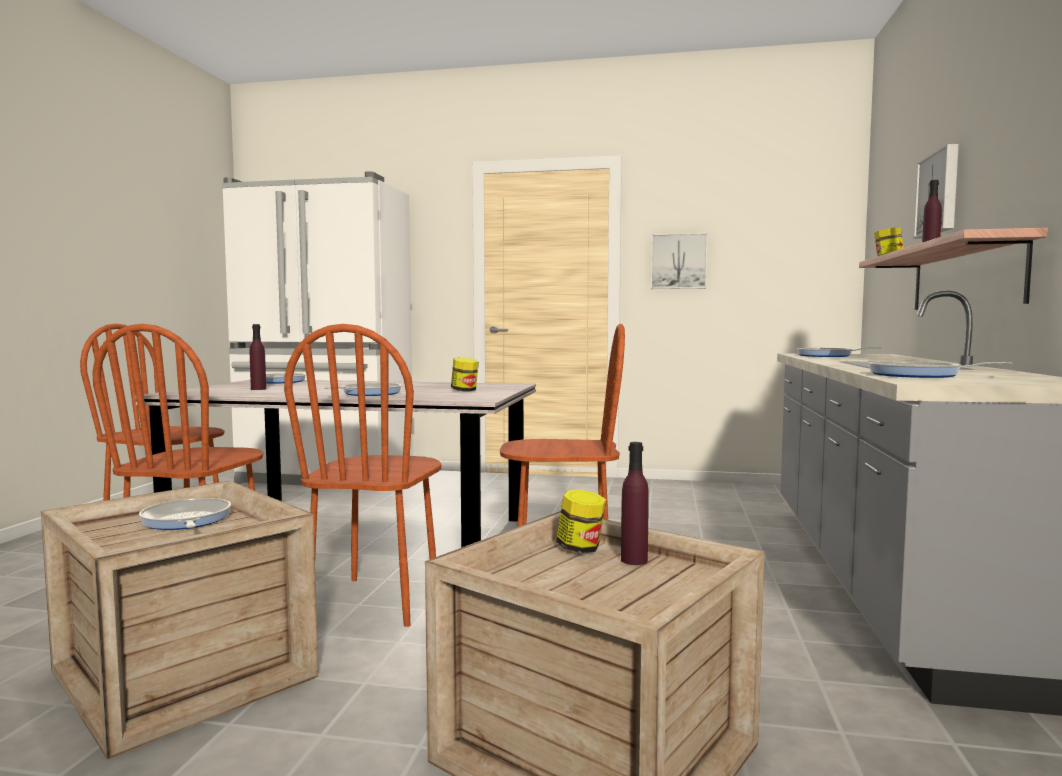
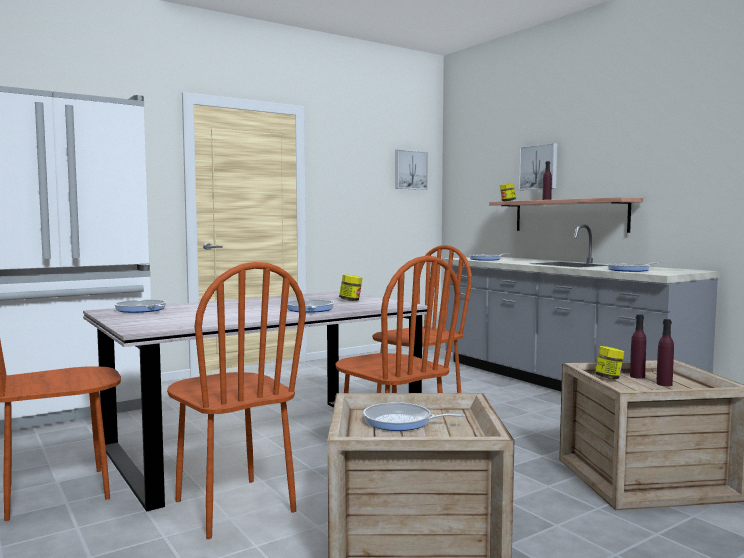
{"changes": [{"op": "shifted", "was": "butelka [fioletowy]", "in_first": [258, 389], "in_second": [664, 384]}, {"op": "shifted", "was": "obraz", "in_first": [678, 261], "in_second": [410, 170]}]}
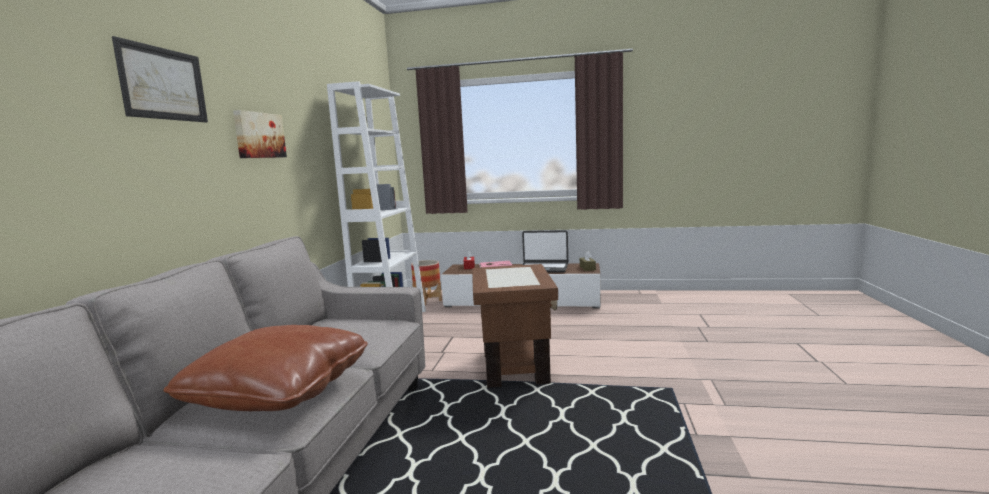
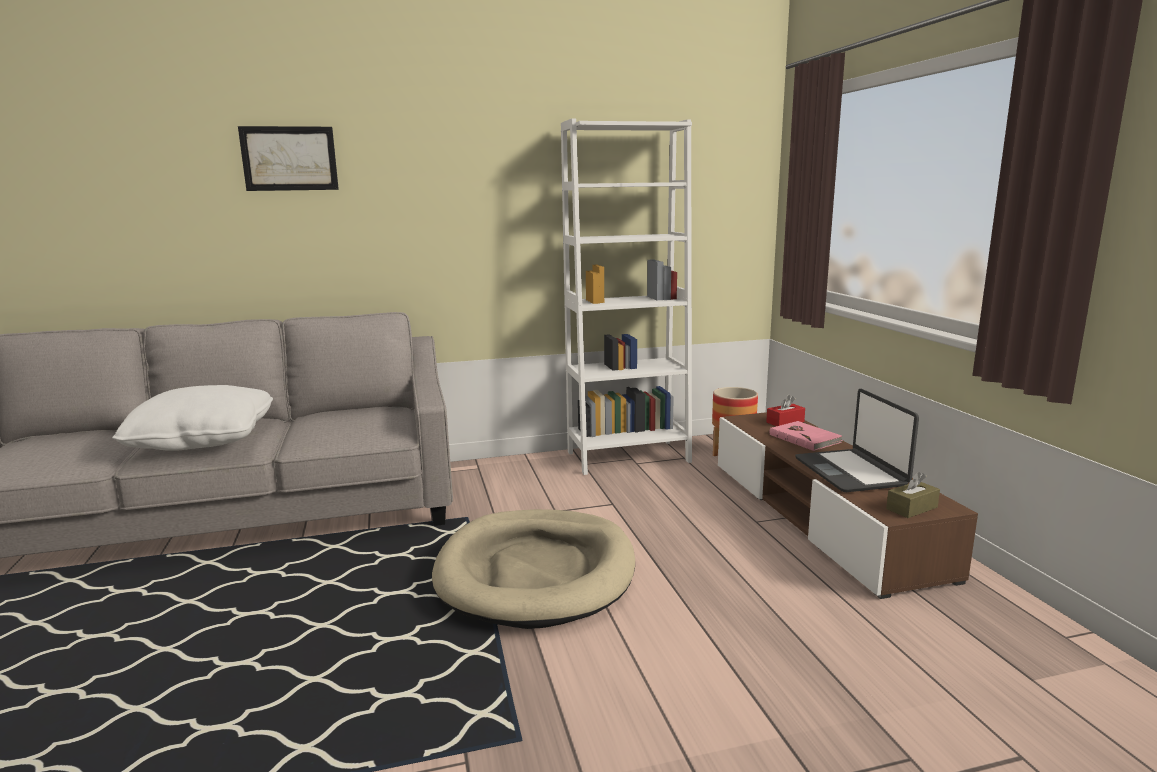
{"changes": [{"op": "repainted", "was": "poduszka [brązowy]", "now": "poduszka [biały]", "in_first": [279, 391], "in_second": [203, 440]}, {"op": "gone", "was": "obraz", "in_first": [259, 135]}, {"op": "swapped", "was": "stolik [brązowy]", "now": "legowisko [beżowy]", "in_first": [516, 366], "in_second": [536, 572]}]}
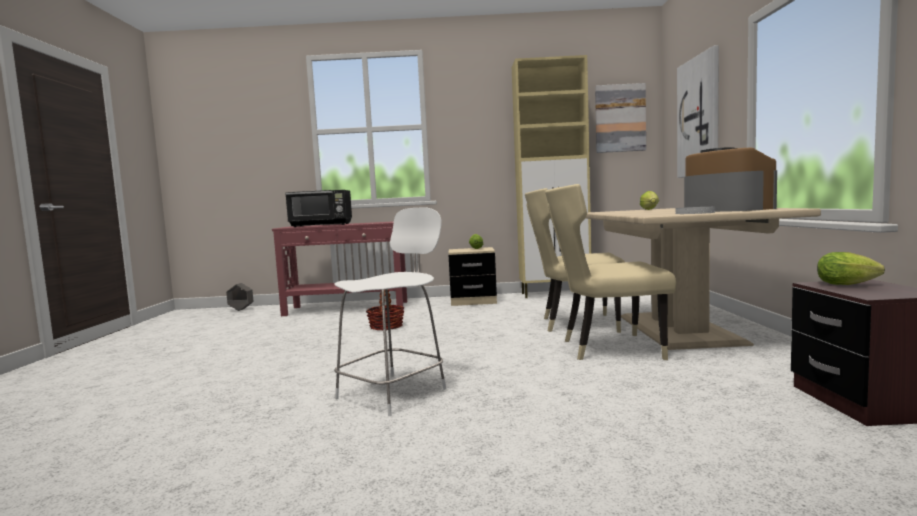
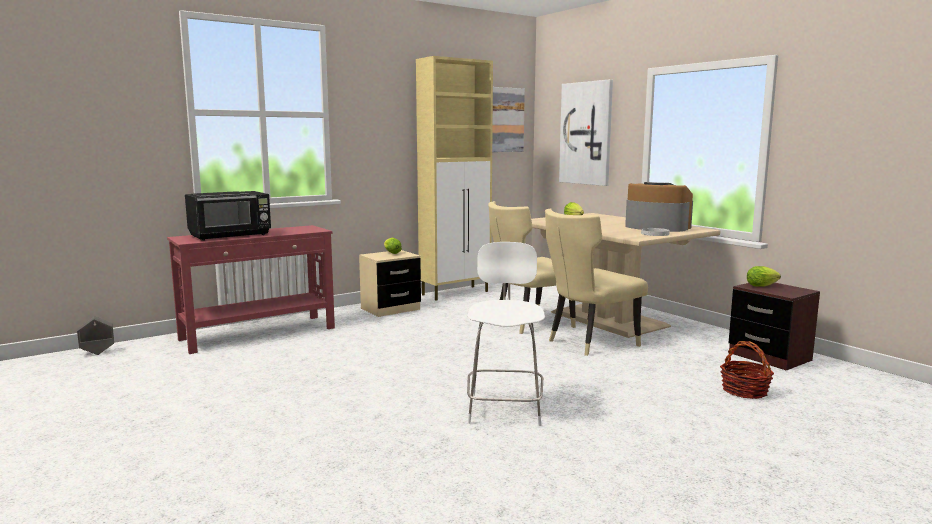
{"changes": [{"op": "shifted", "was": "koszyk", "in_first": [386, 326], "in_second": [744, 391]}]}
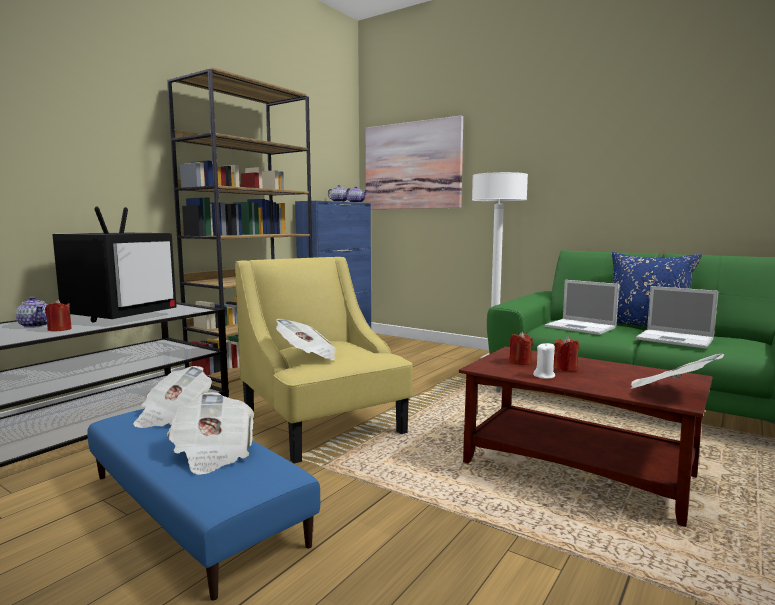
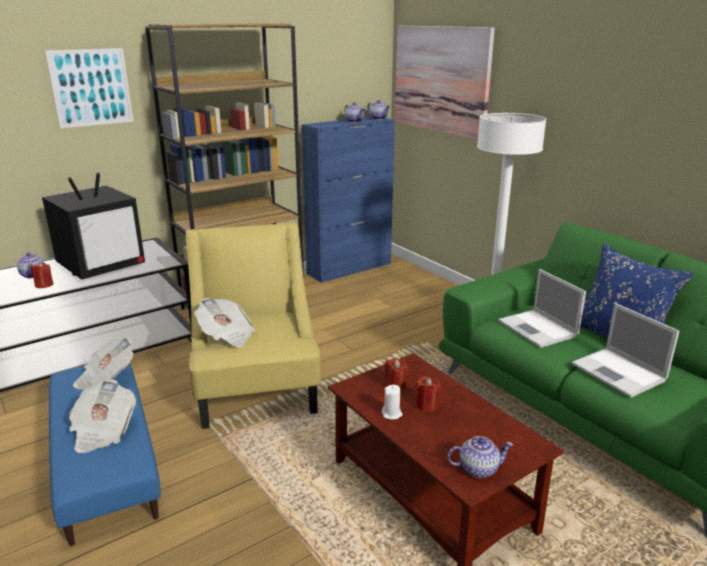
{"changes": [{"op": "swapped", "was": "gazeta", "now": "imbryk", "in_first": [669, 393], "in_second": [477, 469]}, {"op": "new", "now": "obraz", "in_second": [91, 87]}]}
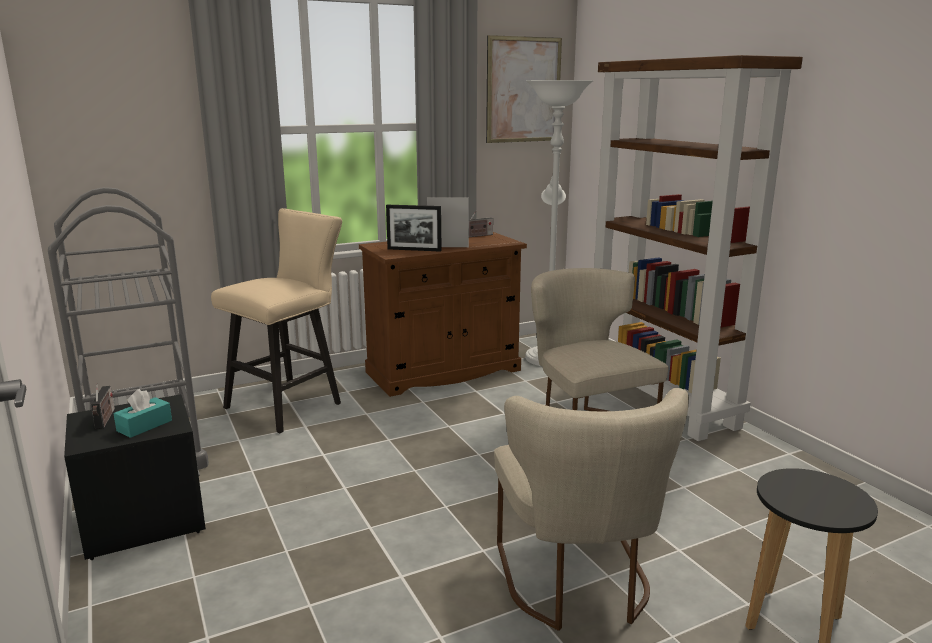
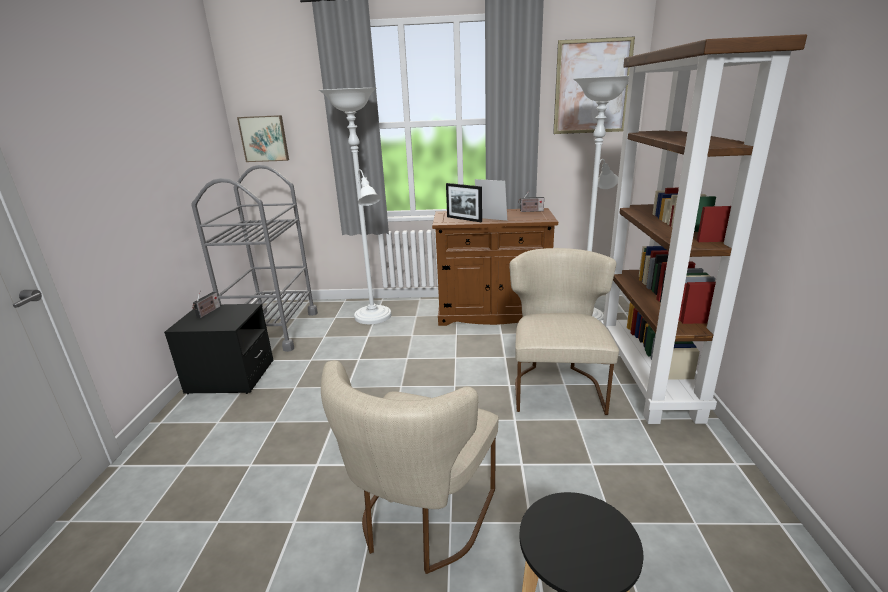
{"changes": [{"op": "gone", "was": "pudełko chusteczek [turkusowy]", "in_first": [144, 426]}, {"op": "swapped", "was": "stołek [beżowy]", "now": "lampa stojąca [biały]", "in_first": [290, 404], "in_second": [374, 318]}, {"op": "new", "now": "obraz", "in_second": [264, 138]}]}
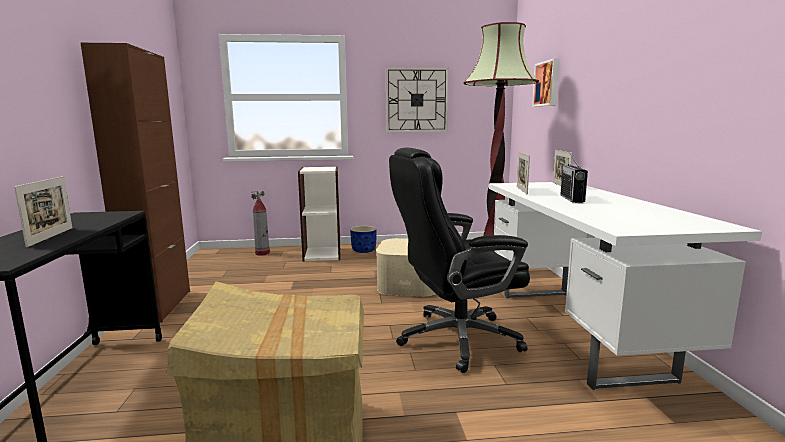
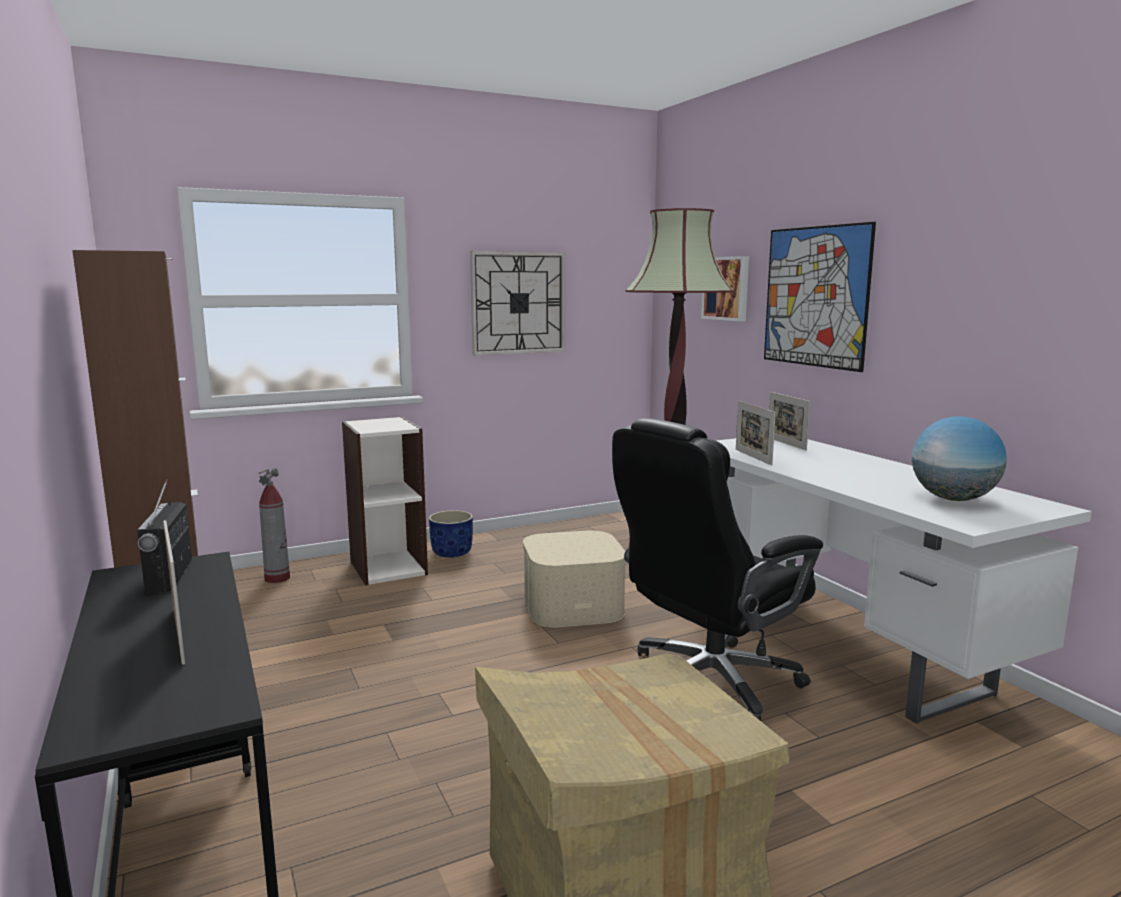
{"changes": [{"op": "shifted", "was": "radio", "in_first": [572, 199], "in_second": [169, 576]}, {"op": "new", "now": "obraz", "in_second": [815, 297]}, {"op": "new", "now": "globus", "in_second": [953, 499]}]}
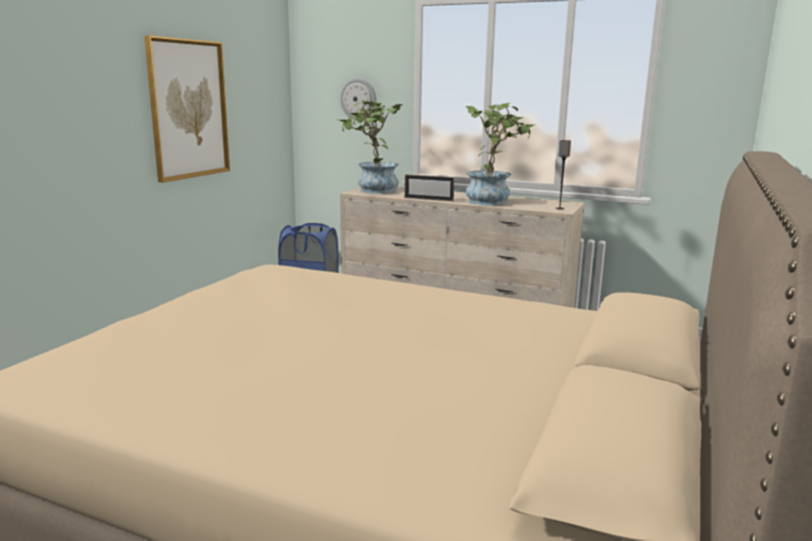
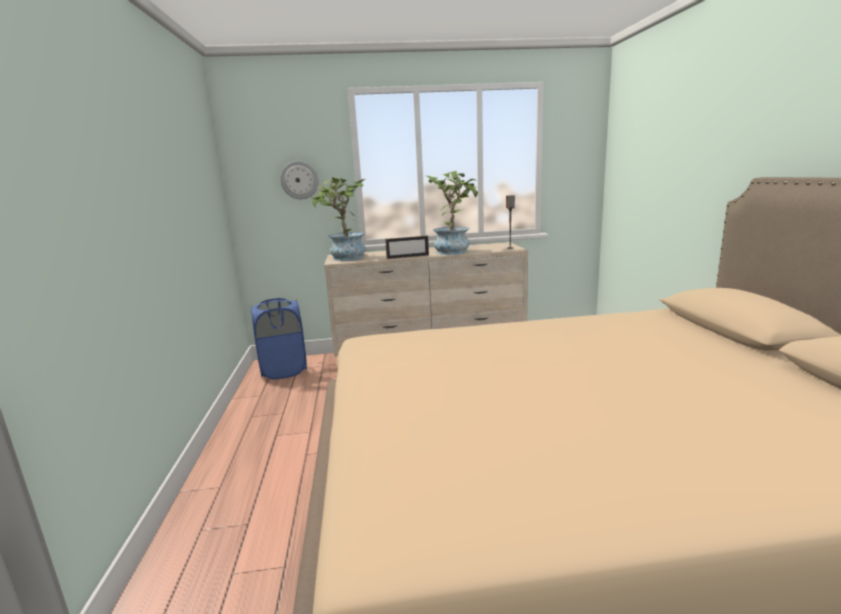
{"changes": [{"op": "gone", "was": "obraz", "in_first": [188, 109]}]}
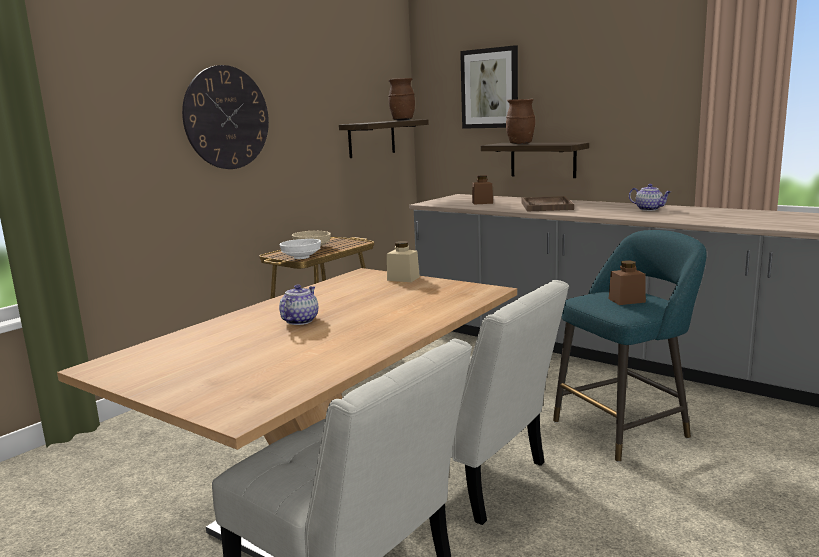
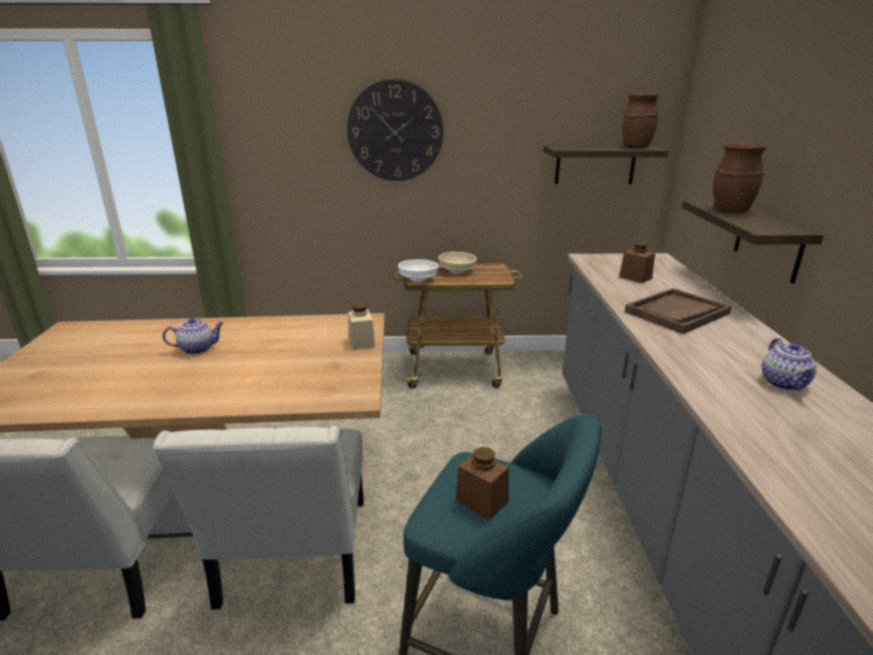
{"changes": [{"op": "gone", "was": "obraz", "in_first": [490, 88]}]}
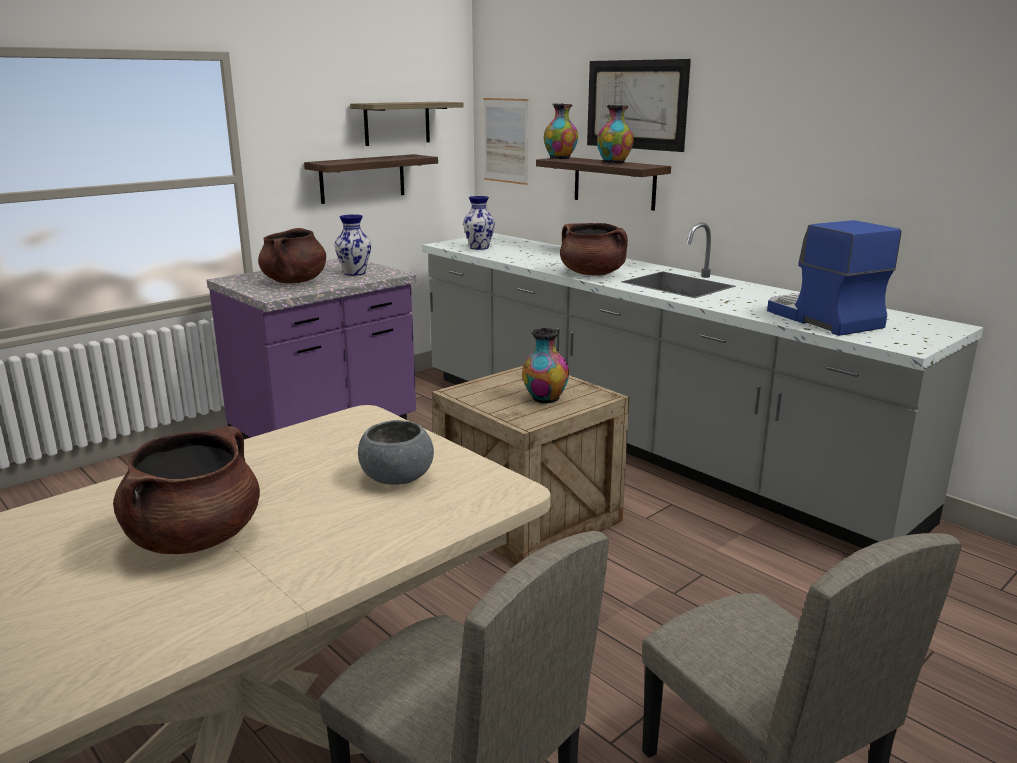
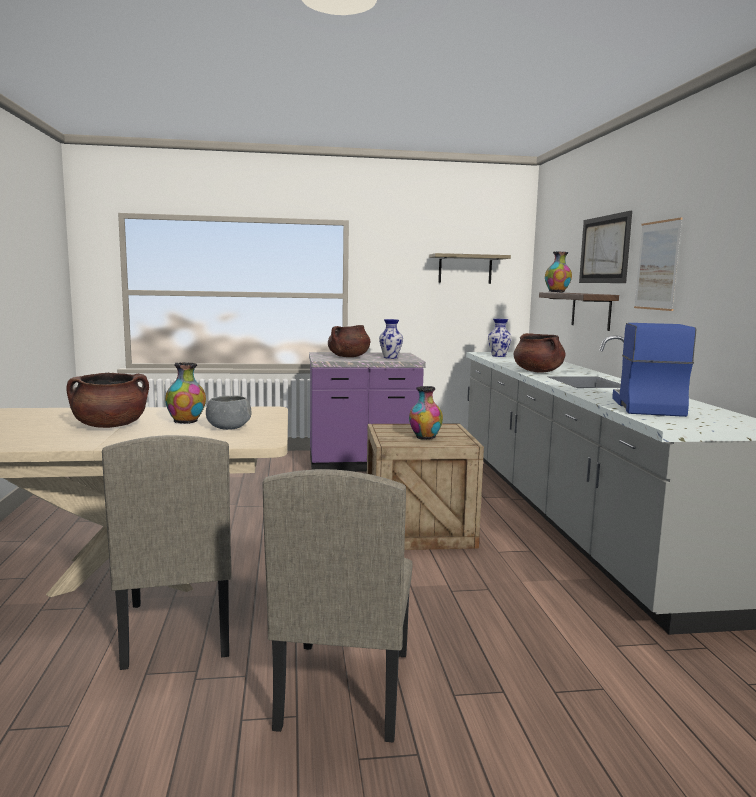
{"changes": [{"op": "gone", "was": "półka", "in_first": [362, 178]}, {"op": "shifted", "was": "obraz", "in_first": [505, 140], "in_second": [657, 265]}, {"op": "shifted", "was": "wazon", "in_first": [614, 163], "in_second": [186, 422]}]}
